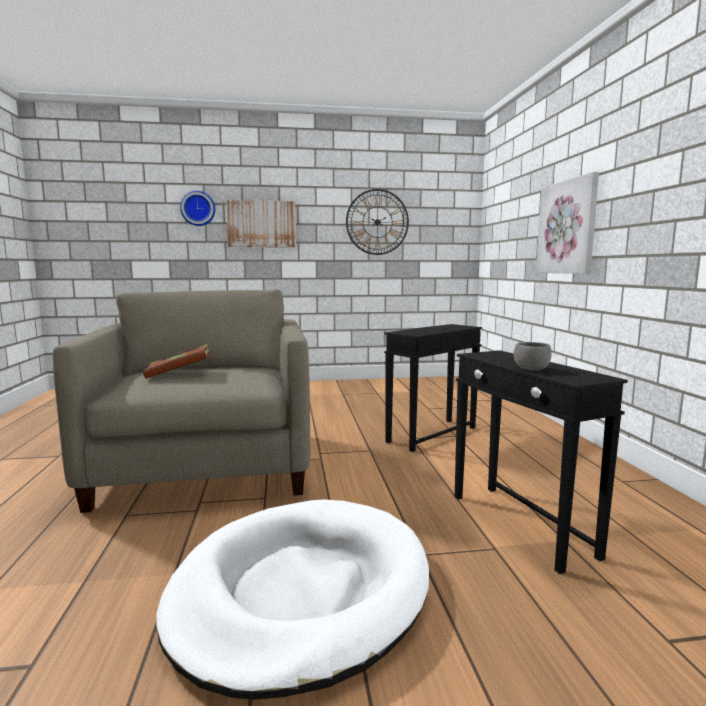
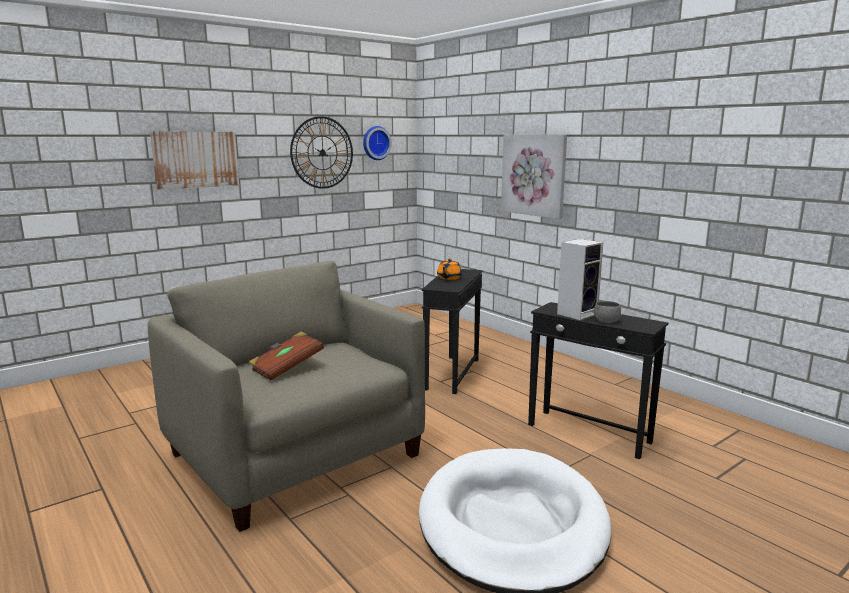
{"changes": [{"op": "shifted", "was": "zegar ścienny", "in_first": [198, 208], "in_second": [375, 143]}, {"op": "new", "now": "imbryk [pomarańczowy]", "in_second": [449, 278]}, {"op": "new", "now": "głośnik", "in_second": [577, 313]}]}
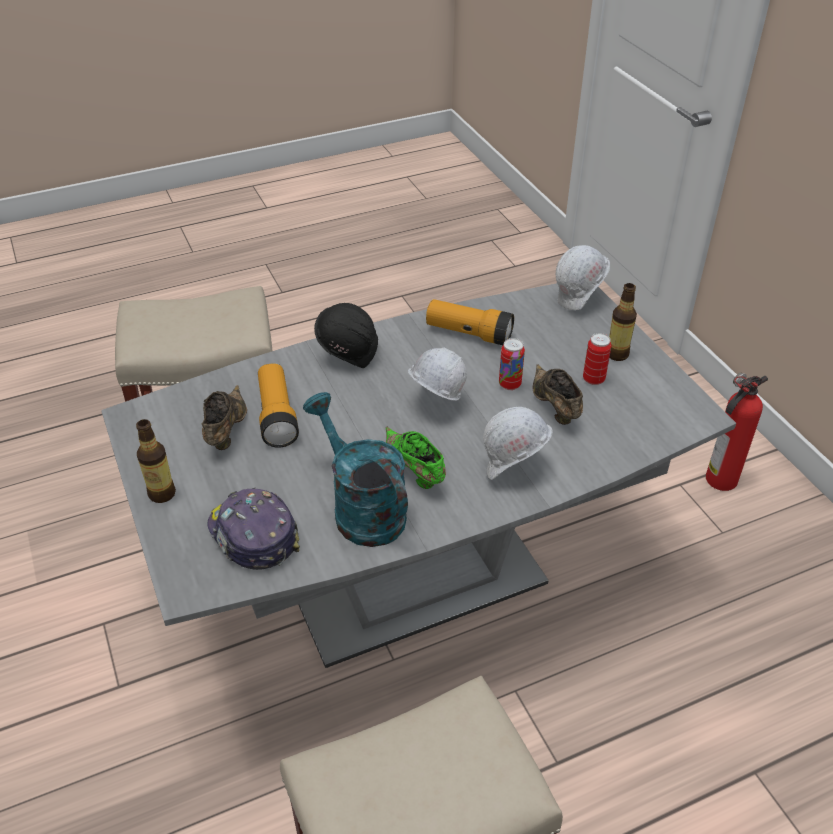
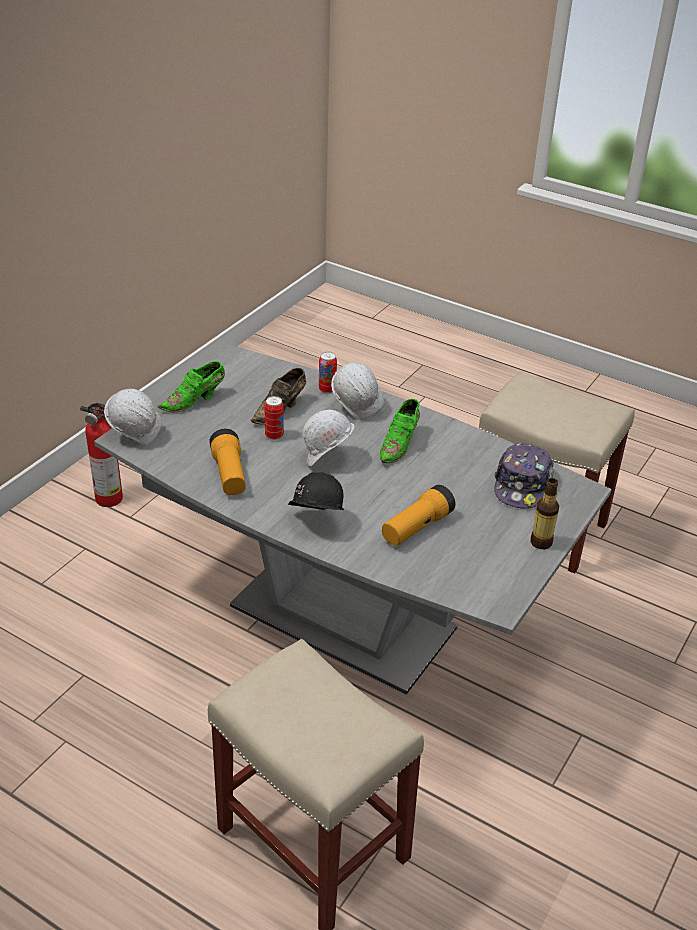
{"changes": [{"op": "gone", "was": "but [brązowy]", "in_first": [225, 431]}, {"op": "gone", "was": "konewka [turkusowy]", "in_first": [361, 508]}, {"op": "shifted", "was": "puszka", "in_first": [593, 379], "in_second": [327, 389]}, {"op": "swapped", "was": "butelka", "now": "but [zielony]", "in_first": [617, 354], "in_second": [195, 401]}]}
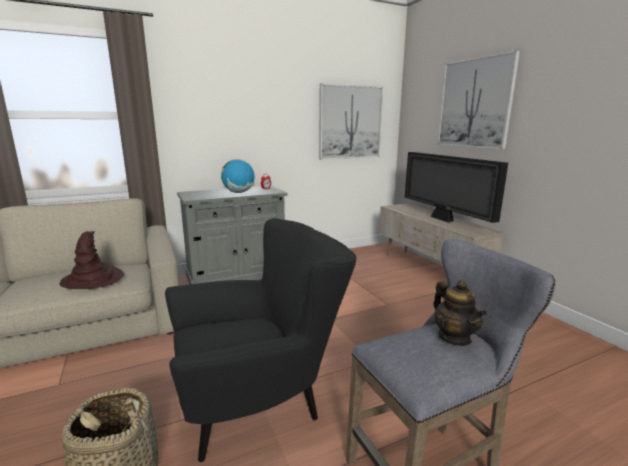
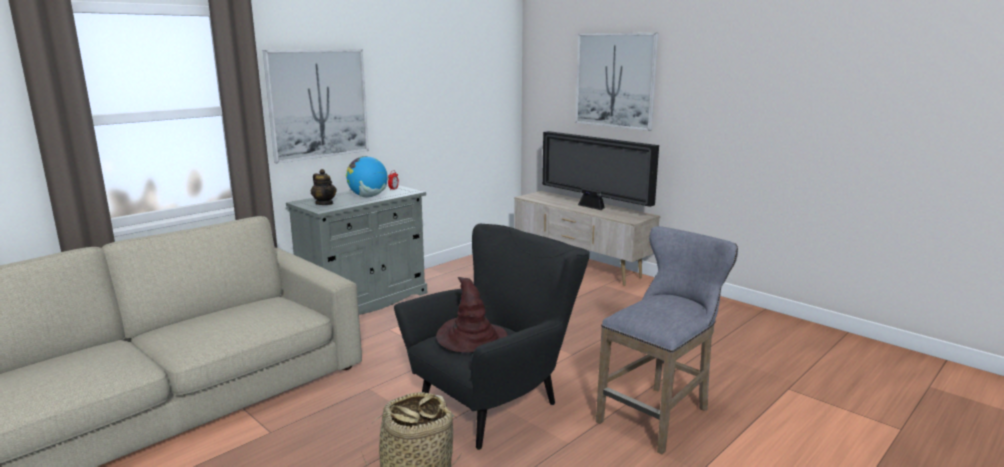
{"changes": [{"op": "shifted", "was": "kapelusz [brązowy]", "in_first": [93, 279], "in_second": [471, 338]}, {"op": "shifted", "was": "obraz", "in_first": [350, 122], "in_second": [318, 104]}, {"op": "shifted", "was": "imbryk", "in_first": [454, 337], "in_second": [324, 203]}]}
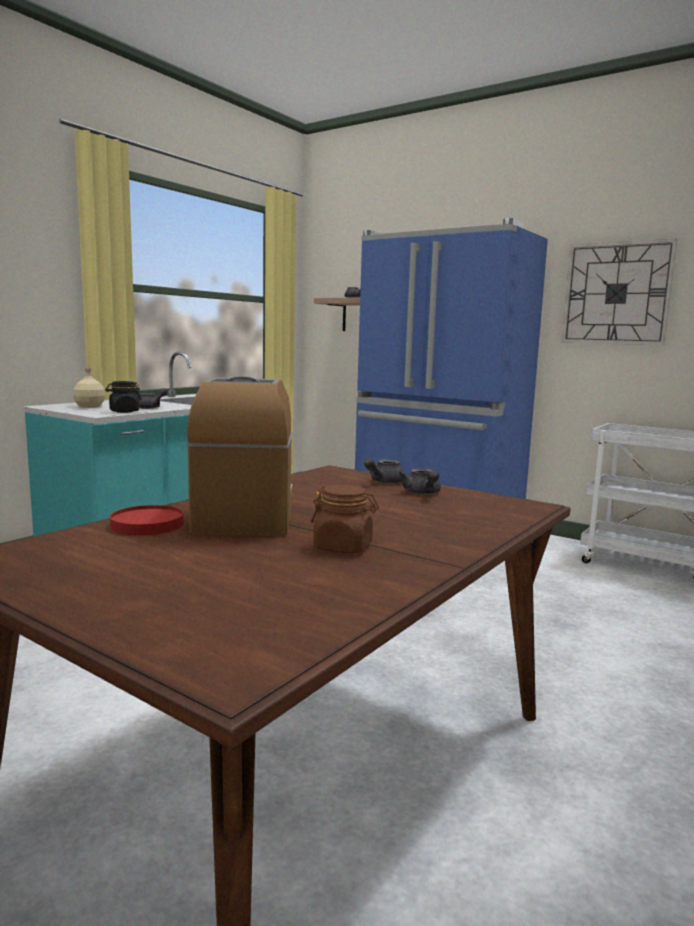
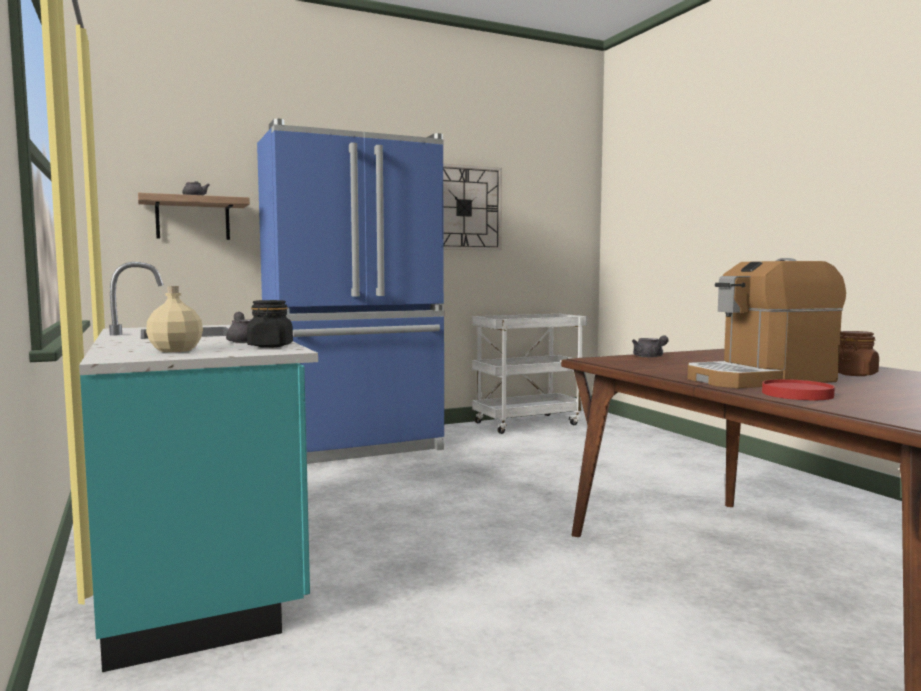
{"changes": [{"op": "rotated", "was": "ekspres do kawy", "in_first": [246, 514], "in_second": [760, 379], "clockwise": -45}, {"op": "gone", "was": "imbryk [szary]", "in_first": [422, 493]}]}
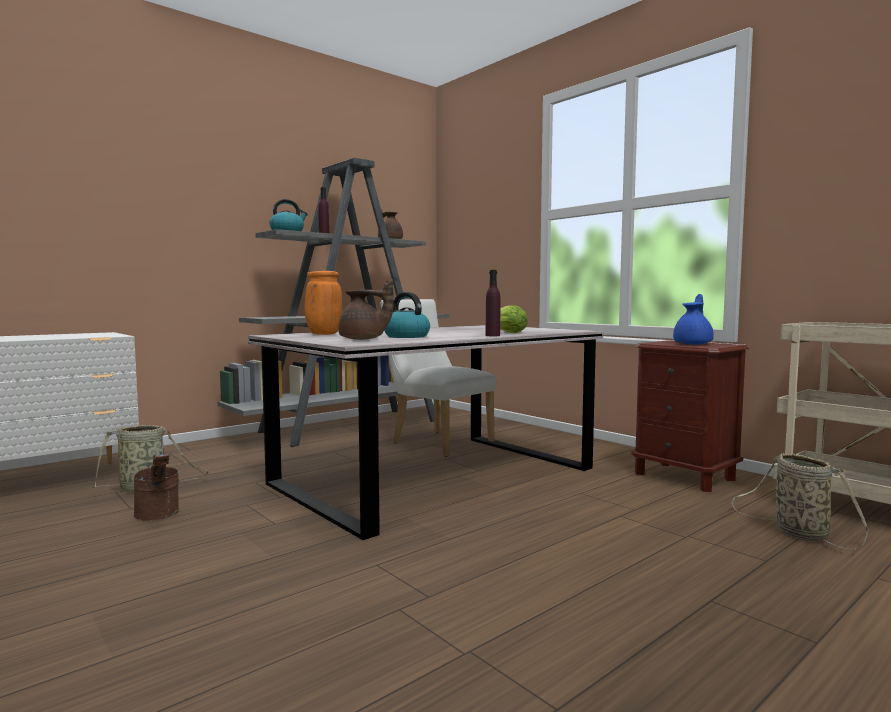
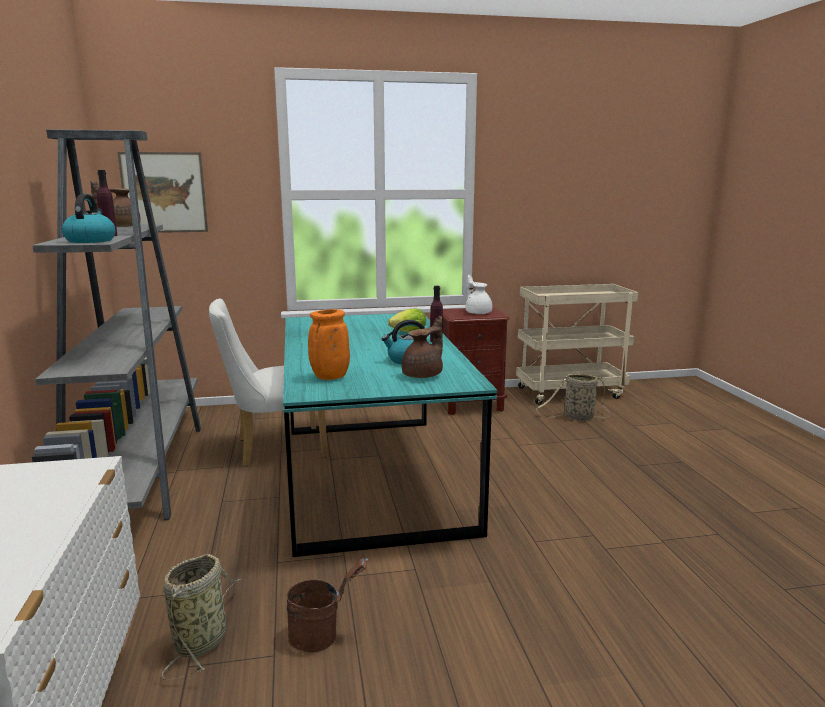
{"changes": [{"op": "repainted", "was": "stół jadalny [szary]", "now": "stół jadalny [turkusowy]", "in_first": [437, 476], "in_second": [374, 474]}, {"op": "repainted", "was": "imbryk [niebieski]", "now": "imbryk [biały]", "in_first": [693, 344], "in_second": [478, 313]}, {"op": "new", "now": "obraz", "in_second": [164, 192]}]}
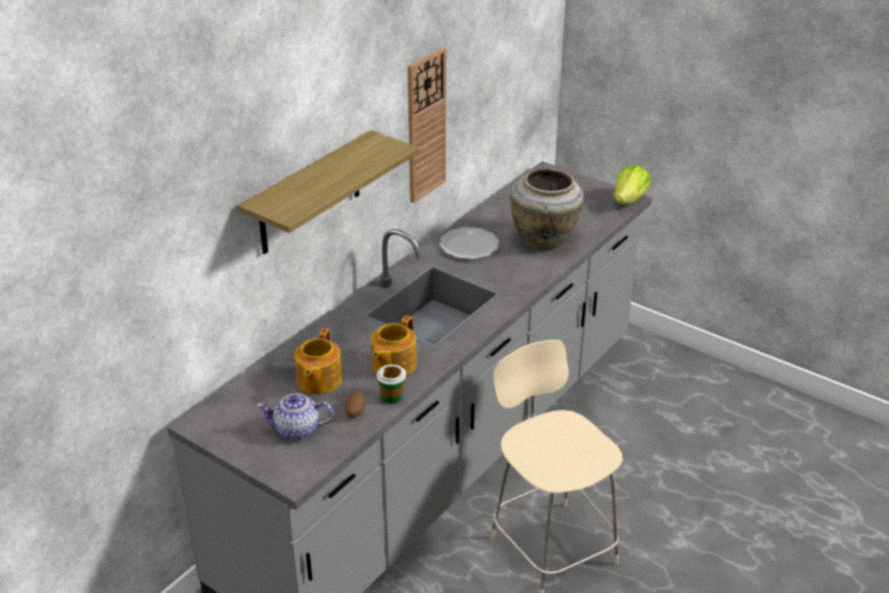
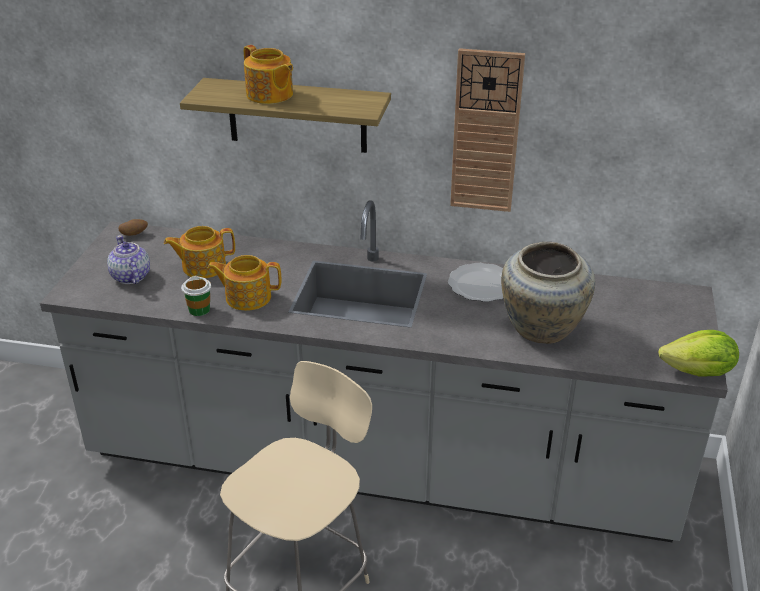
{"changes": [{"op": "shifted", "was": "ziemniak", "in_first": [355, 412], "in_second": [134, 234]}, {"op": "new", "now": "imbryk", "in_second": [269, 95]}]}
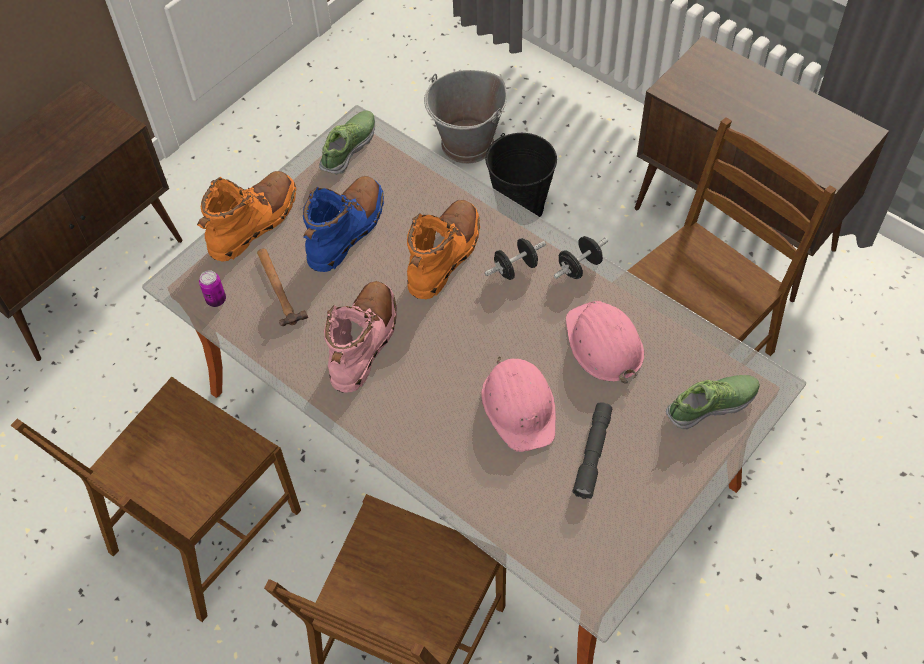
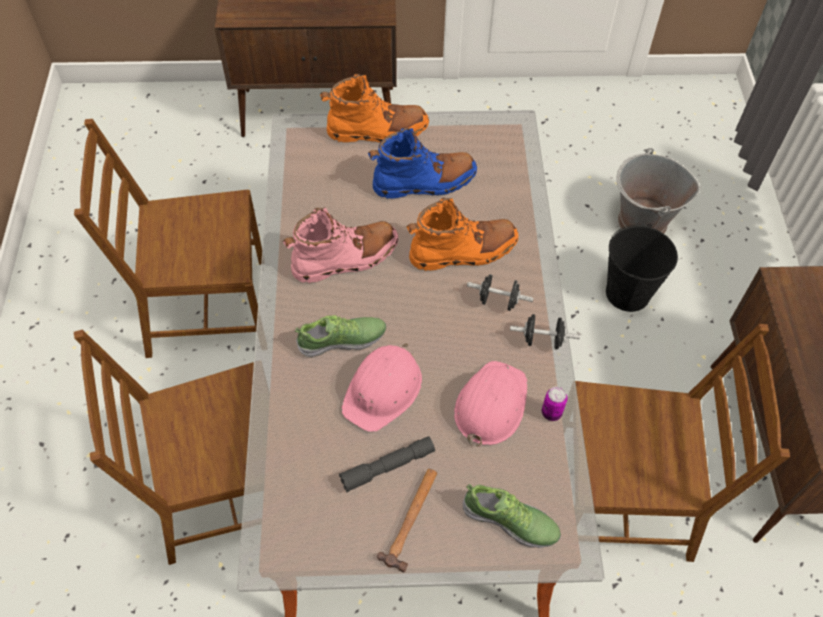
{"changes": [{"op": "shifted", "was": "puszka", "in_first": [216, 300], "in_second": [551, 413]}, {"op": "shifted", "was": "młotek", "in_first": [279, 288], "in_second": [412, 519]}, {"op": "shifted", "was": "but", "in_first": [349, 148], "in_second": [342, 340]}]}
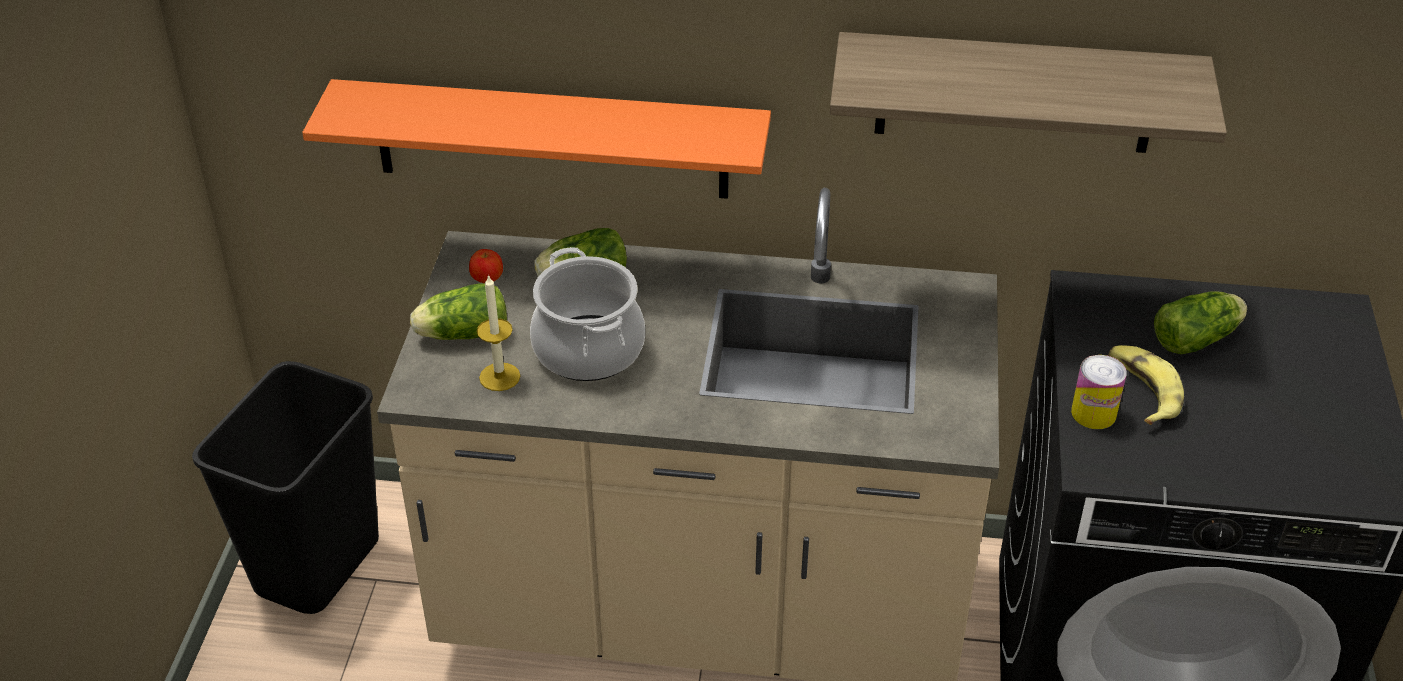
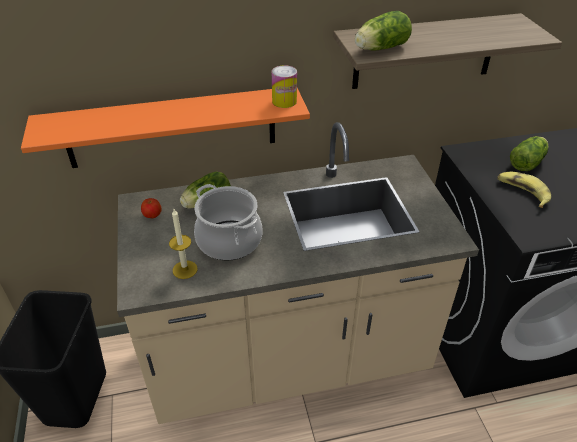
{"changes": [{"op": "shifted", "was": "sałata", "in_first": [460, 334], "in_second": [379, 48]}, {"op": "shifted", "was": "puszka", "in_first": [1093, 413], "in_second": [284, 101]}]}
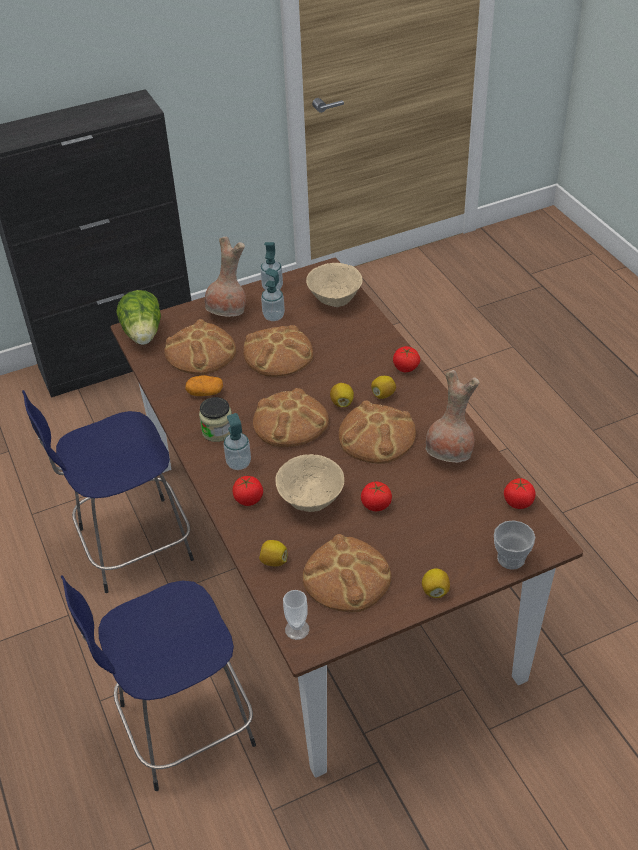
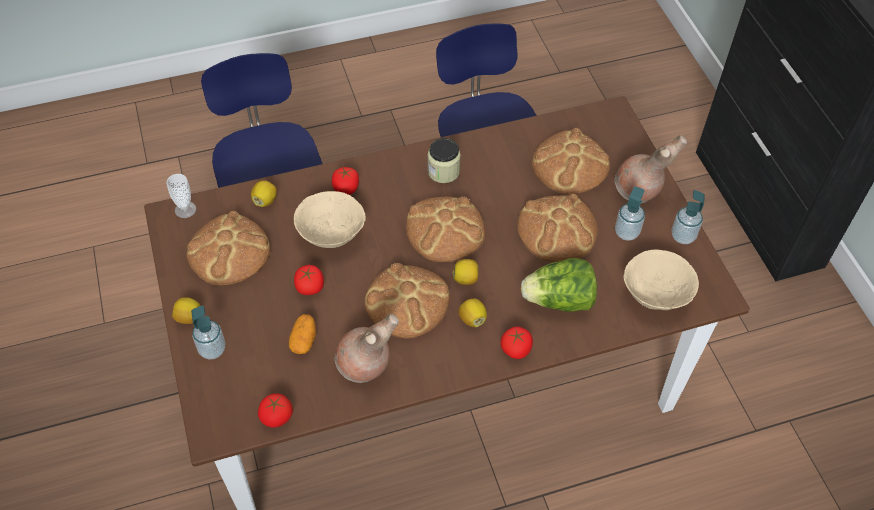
{"changes": [{"op": "shifted", "was": "sałata", "in_first": [143, 335], "in_second": [559, 300]}, {"op": "shifted", "was": "ziemniak", "in_first": [205, 393], "in_second": [304, 340]}, {"op": "shifted", "was": "dozownik mydła", "in_first": [238, 463], "in_second": [212, 349]}, {"op": "gone", "was": "filiżanka", "in_first": [511, 558]}]}
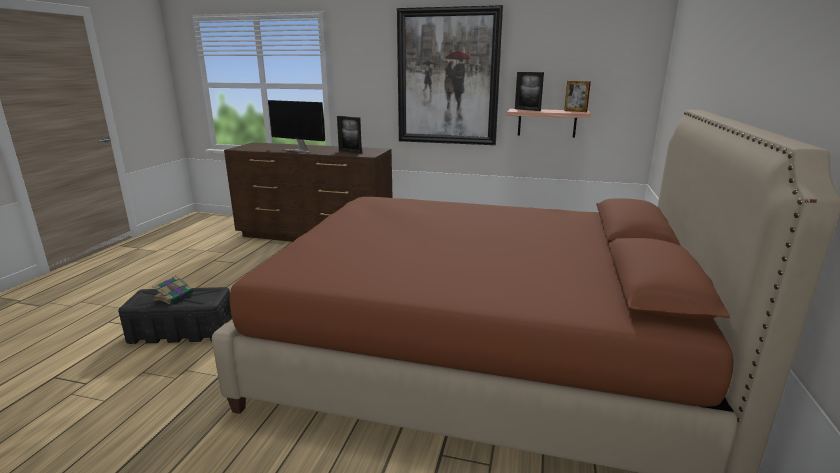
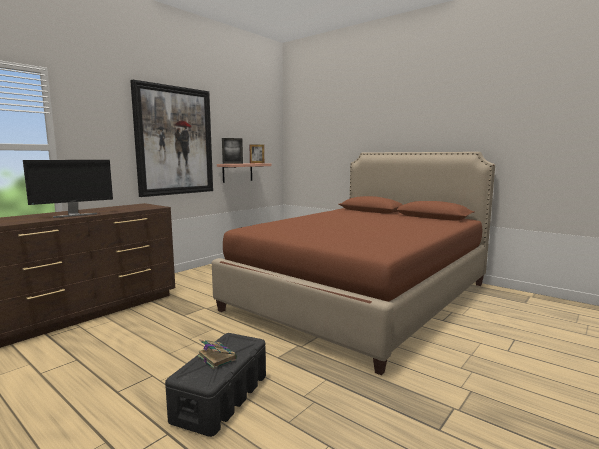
{"changes": [{"op": "gone", "was": "ramka na zdjęcie", "in_first": [350, 152]}]}
